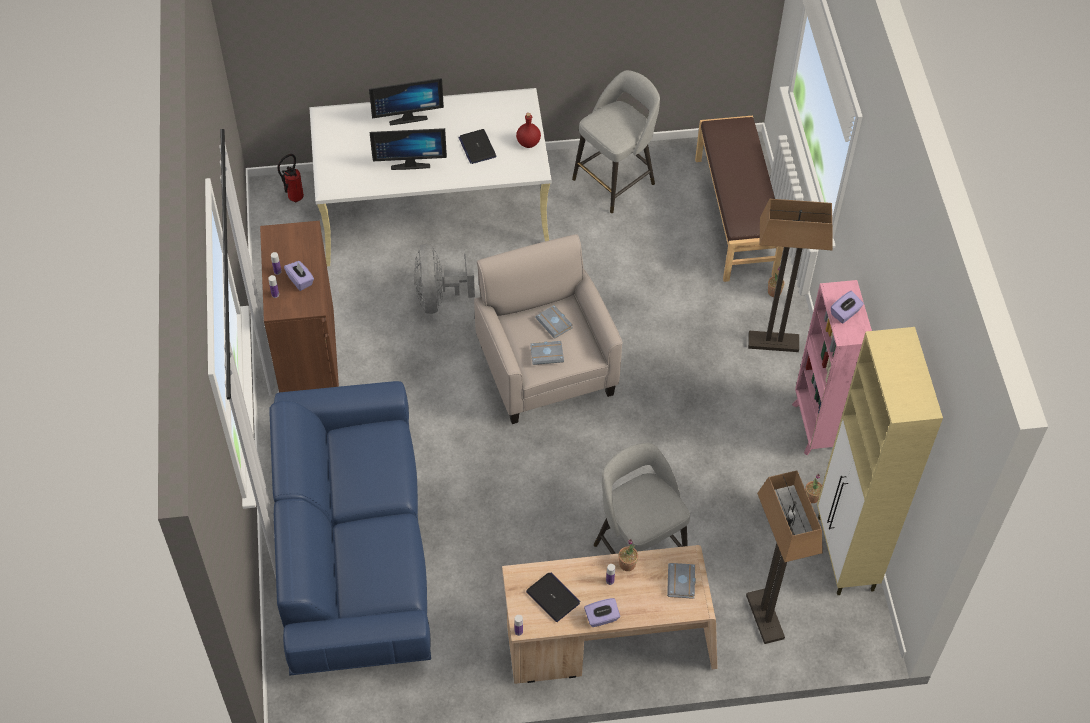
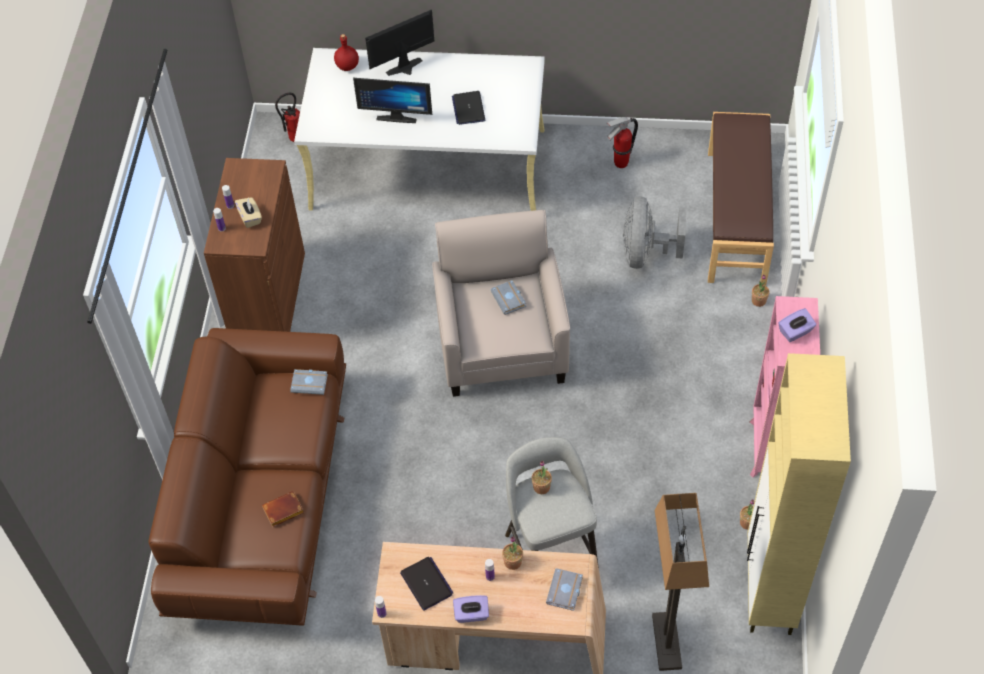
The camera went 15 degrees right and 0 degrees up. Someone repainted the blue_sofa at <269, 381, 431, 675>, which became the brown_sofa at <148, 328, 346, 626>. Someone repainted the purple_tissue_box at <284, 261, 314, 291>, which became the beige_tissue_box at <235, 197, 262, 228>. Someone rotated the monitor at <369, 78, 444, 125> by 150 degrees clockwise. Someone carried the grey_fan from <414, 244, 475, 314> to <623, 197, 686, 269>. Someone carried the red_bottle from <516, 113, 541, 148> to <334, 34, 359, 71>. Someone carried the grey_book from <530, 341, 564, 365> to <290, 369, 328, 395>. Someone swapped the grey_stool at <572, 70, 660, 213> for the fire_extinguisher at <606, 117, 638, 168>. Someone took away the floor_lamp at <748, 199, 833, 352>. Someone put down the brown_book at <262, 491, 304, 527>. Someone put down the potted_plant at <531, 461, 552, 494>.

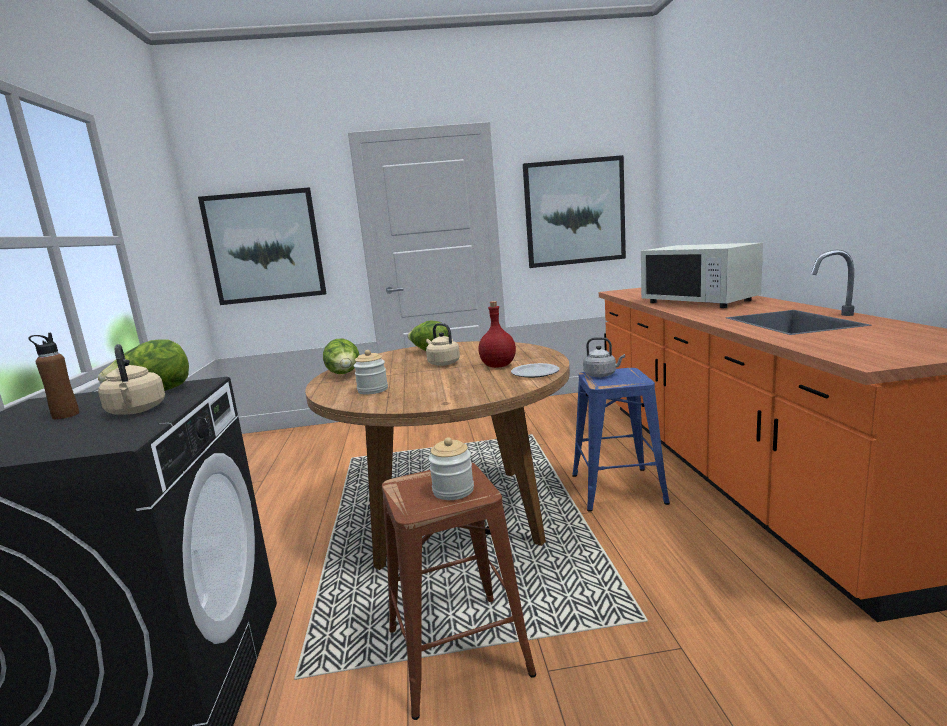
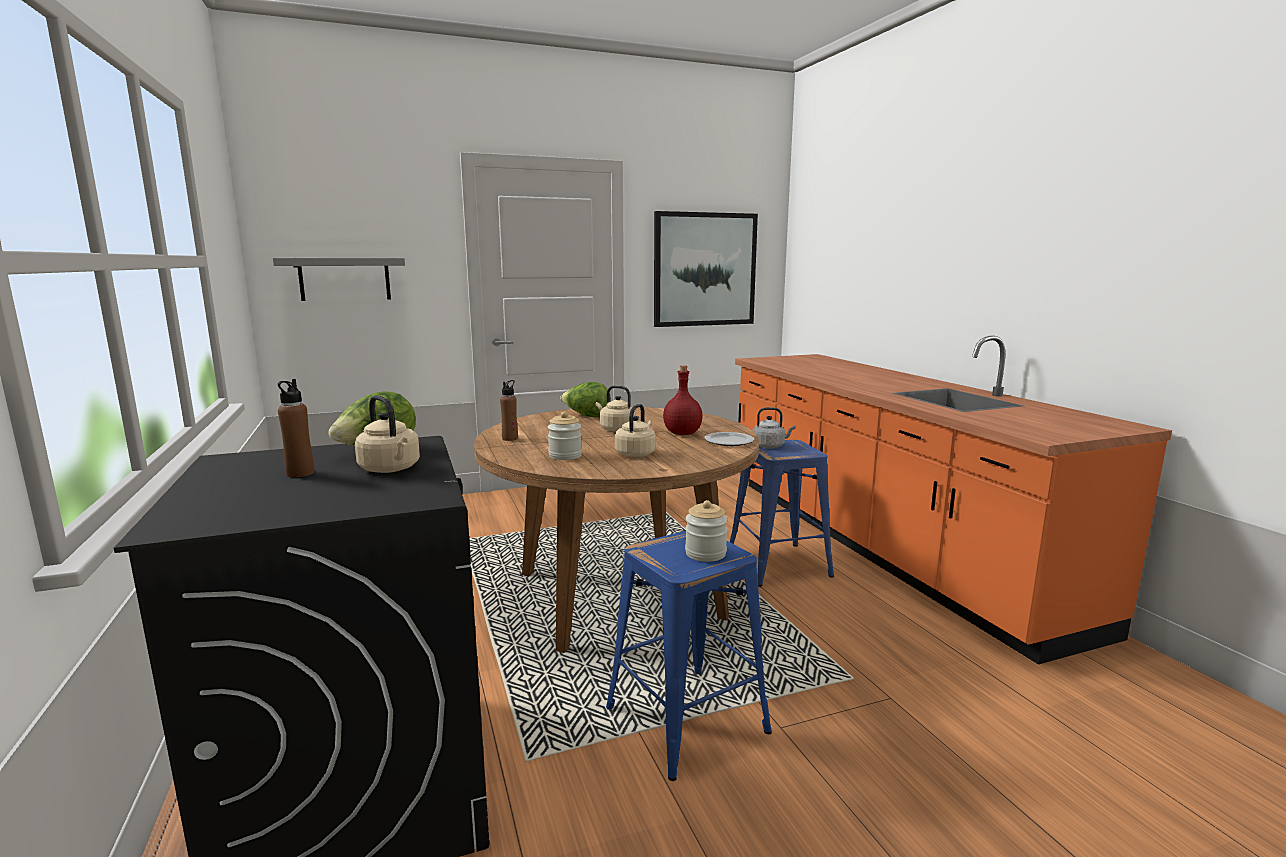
The camera went 15 degrees left and 0 degrees up. Someone swapped the picture at <198, 188, 327, 305> for the grey_shelf at <273, 258, 405, 301>. Someone swapped the lettuce at <323, 339, 359, 374> for the brown_bottle at <500, 380, 518, 441>. Someone repainted the brown_stool at <382, 463, 536, 720>, which became the blue_stool at <606, 531, 772, 781>. Someone took away the white_microwave at <641, 243, 763, 308>. Someone put down the beige_kettle at <615, 404, 656, 457>.

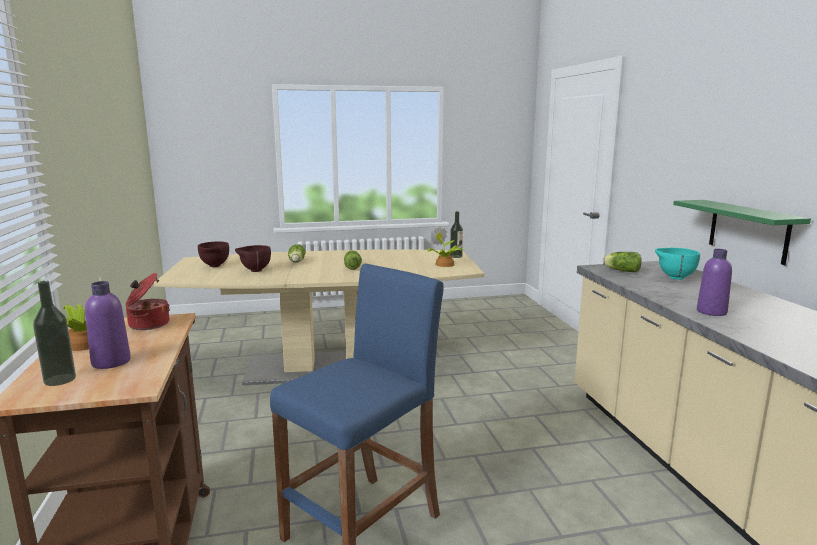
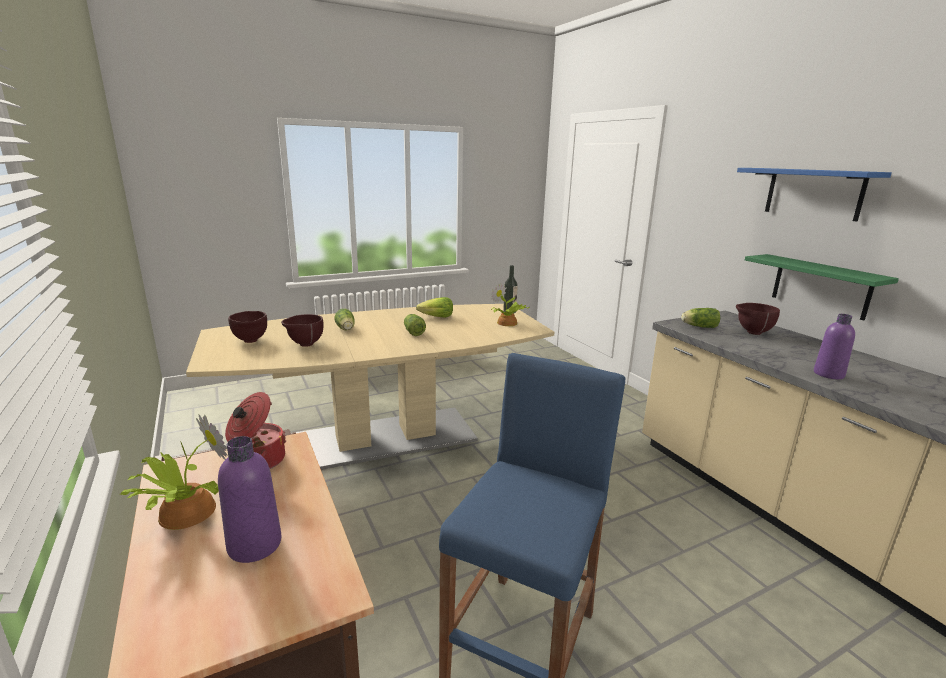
The camera went 15 degrees left and 5 degrees up. Someone took away the bottle at <33, 281, 76, 386>. Someone repainted the turquoise_bowl at <655, 248, 700, 280>, which became the brown_bowl at <736, 303, 780, 335>. Someone put down the lettuce at <416, 297, 453, 318>. Someone put up the blue_shelf at <737, 168, 892, 222>.

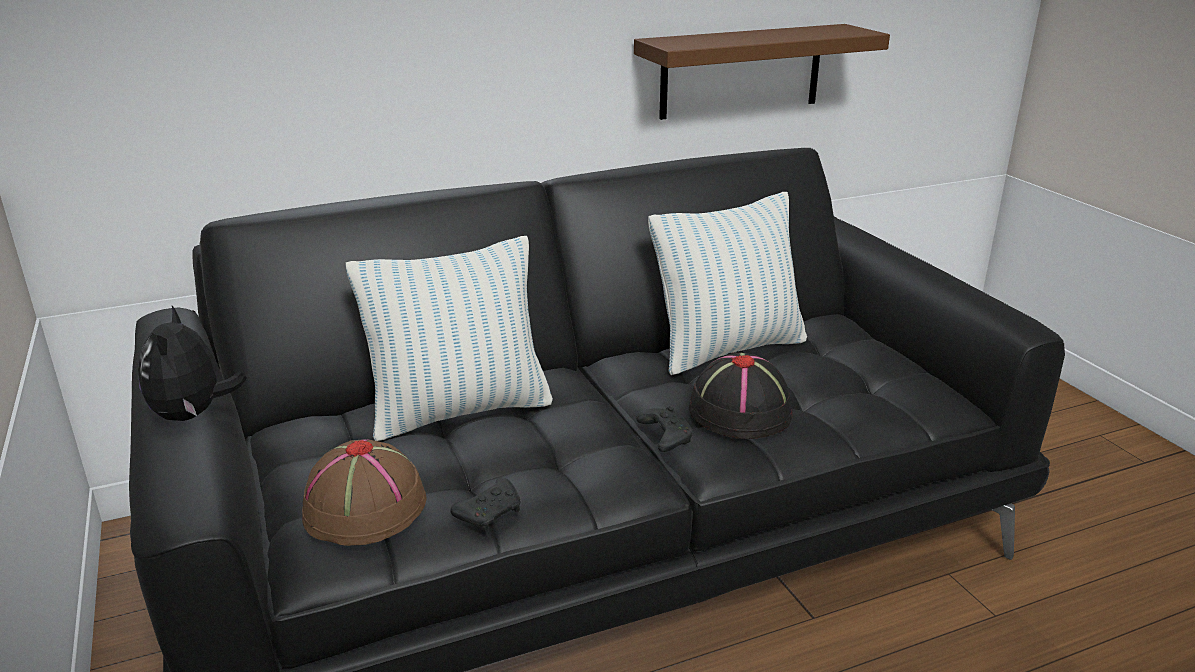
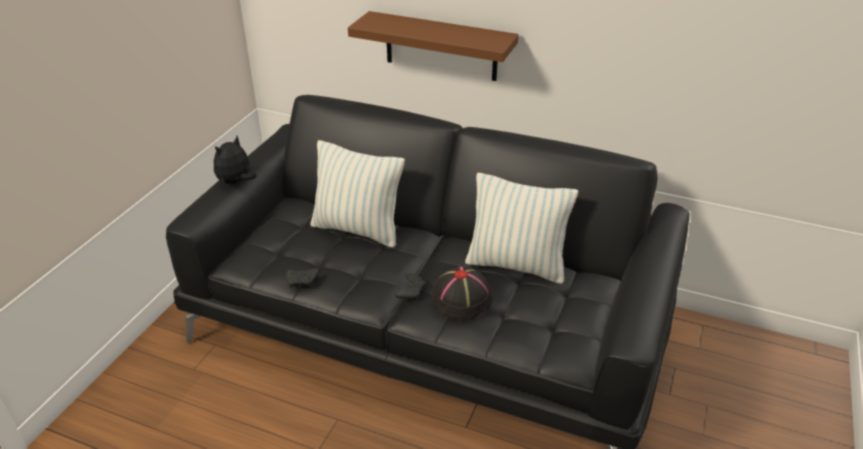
The camera went 45 degrees right and 10 degrees up. Someone took away the brown_hat at <302, 439, 426, 546>. Someone carried the brown_shelf from <634, 24, 890, 120> to <348, 11, 519, 81>.

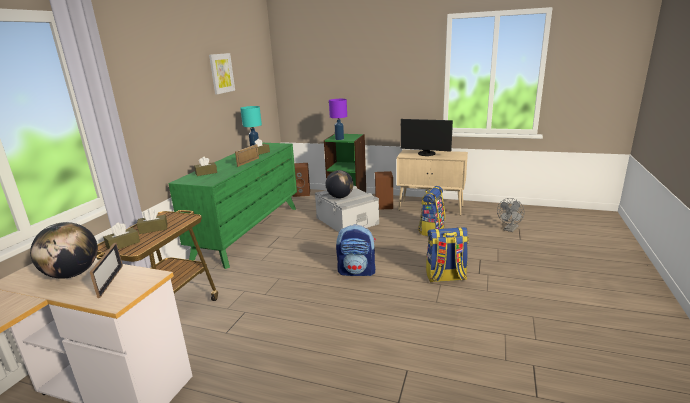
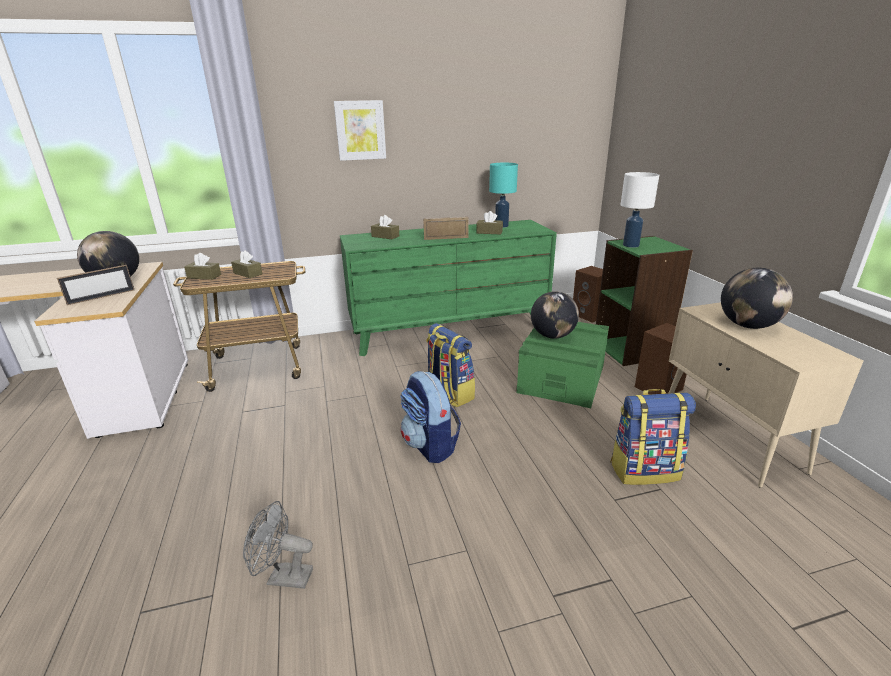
The camera went 55 degrees right and 5 degrees up. Someone carried the picture from <209, 53, 235, 94> to <334, 100, 386, 161>. Someone repainted the grey_storage_box at <315, 186, 379, 232>, which became the green_storage_box at <516, 322, 609, 408>. Someone repainted the purple_table_lamp at <329, 99, 347, 140>, which became the white_table_lamp at <621, 172, 659, 248>. Someone swapped the monitor at <401, 119, 453, 156> for the globe at <721, 268, 793, 329>. Someone carried the backpack from <426, 227, 469, 282> to <426, 323, 475, 407>. Someone carried the grey_fan from <497, 198, 524, 232> to <243, 501, 313, 589>.

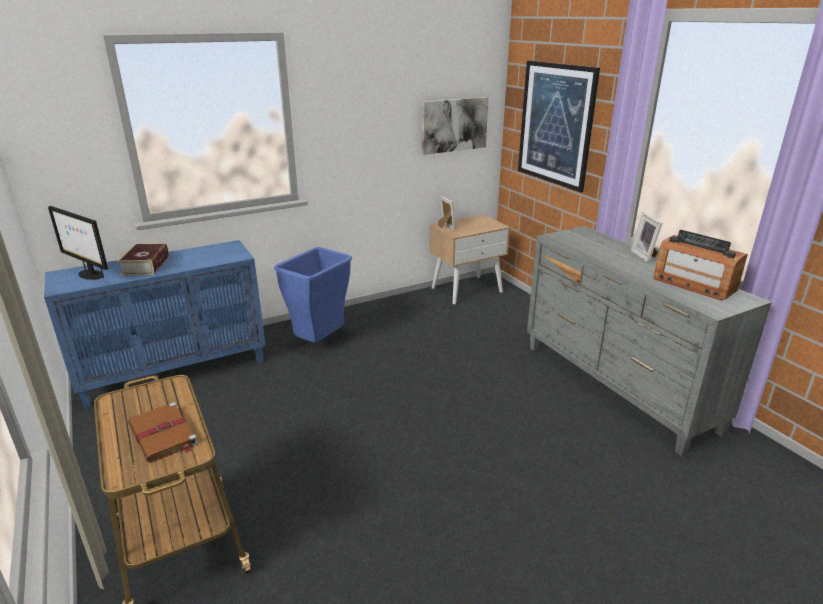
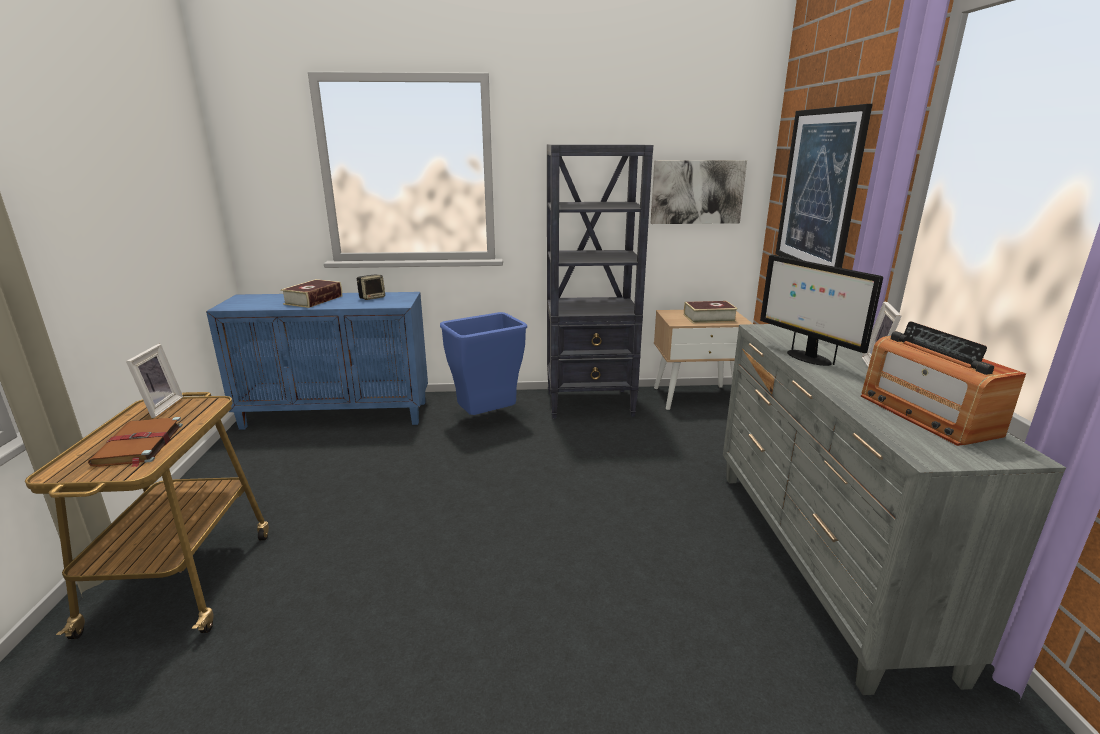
The camera went 25 degrees right and 5 degrees down. Someone carried the monitor from <48, 206, 108, 280> to <760, 255, 883, 366>. Someone carried the picture_frame from <438, 196, 456, 230> to <126, 344, 183, 418>. Someone put down the speaker at <357, 274, 385, 300>. Someone put down the black_bookcase at <547, 144, 653, 419>. Someone put down the book at <684, 301, 738, 323>.

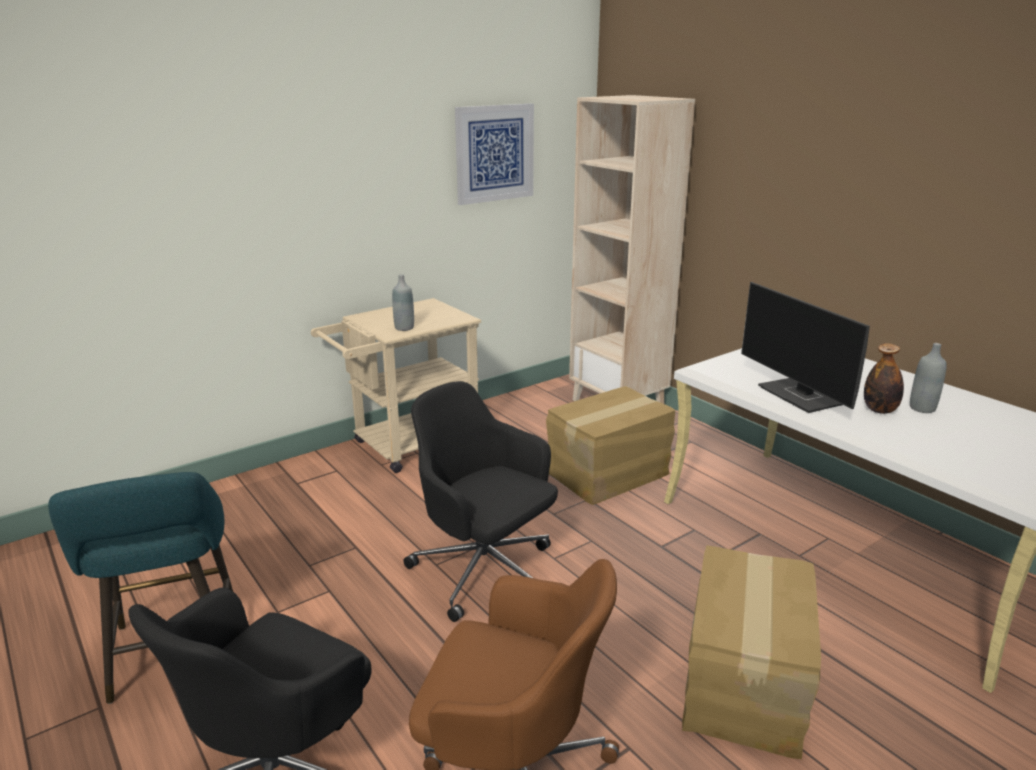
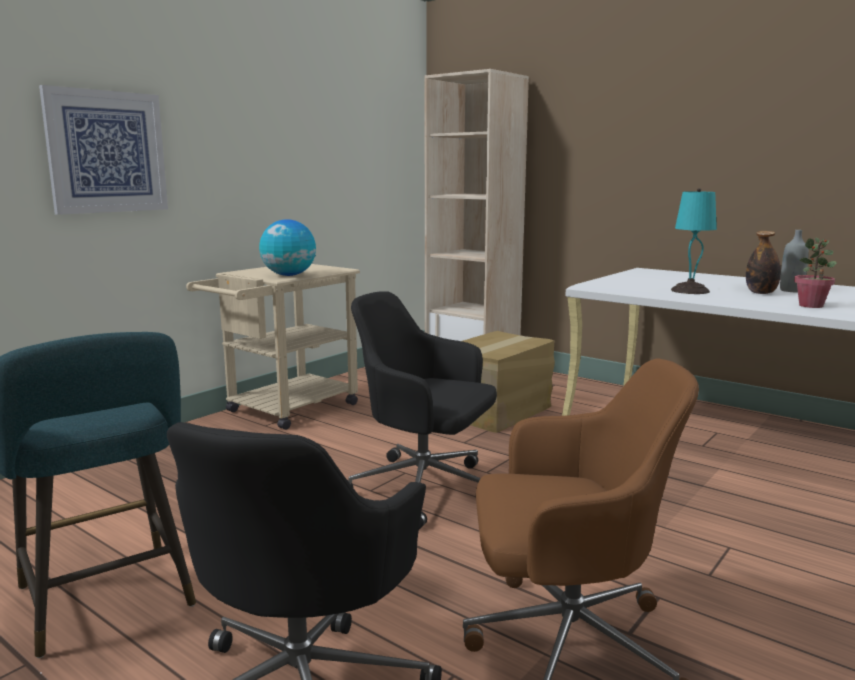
The camera went 15 degrees left and 10 degrees down. Someone swapped the grey_bottle at <392, 274, 414, 331> for the globe at <259, 219, 316, 276>. Someone carried the picture from <455, 104, 534, 205> to <39, 85, 168, 215>. Someone took away the cardboard_box at <682, 545, 821, 759>. Someone swapped the monitor at <741, 282, 870, 413> for the turquoise_table_lamp at <671, 188, 717, 294>. Someone put down the potted_plant at <794, 237, 837, 308>.

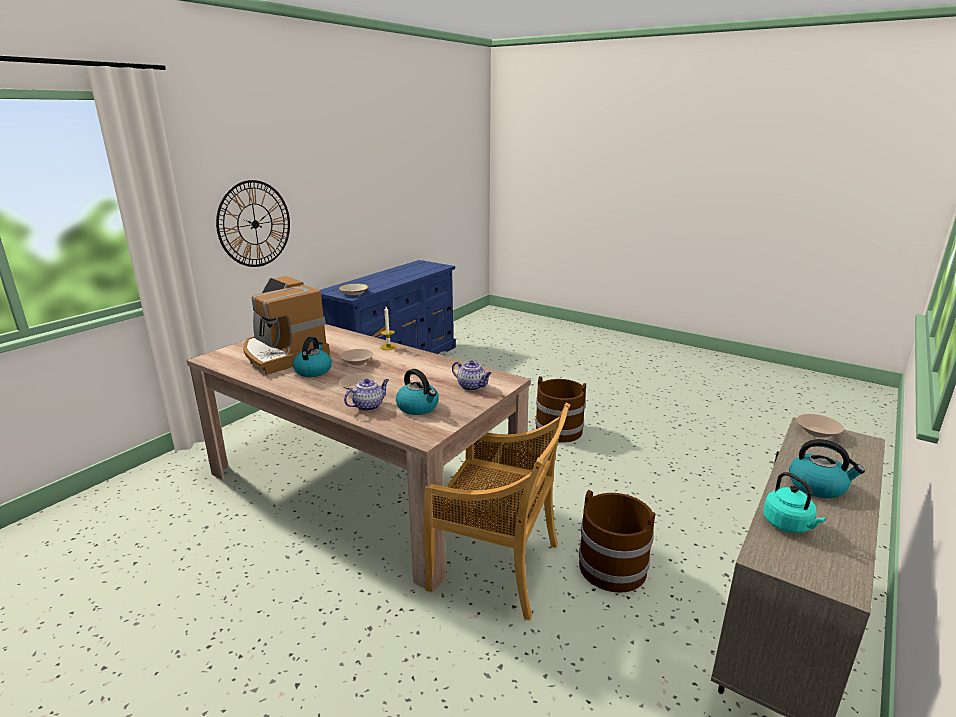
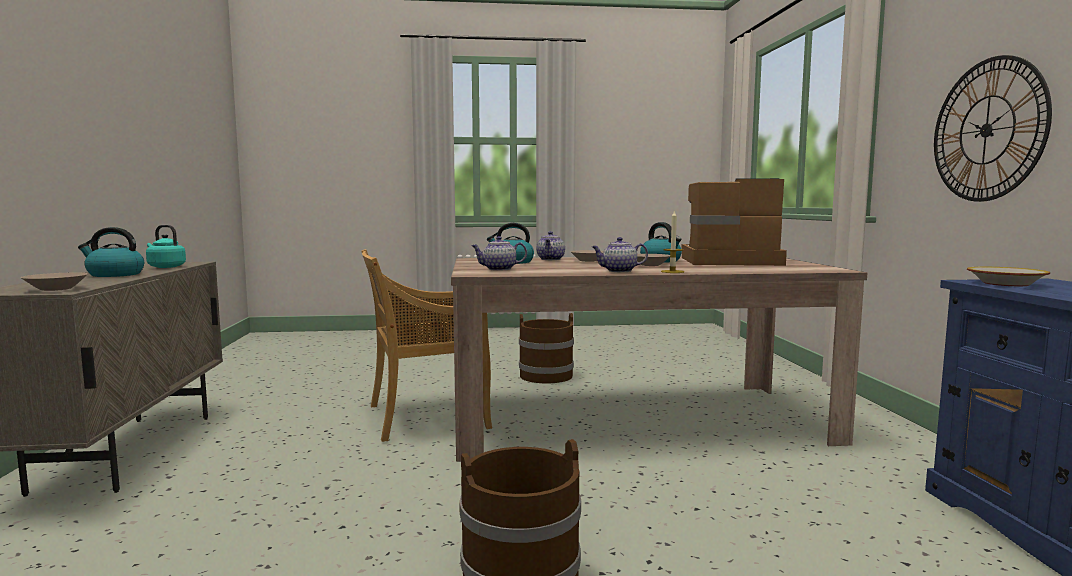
The camera went 140 degrees right and 15 degrees down. Someone carried the brown_bucket from <579, 490, 655, 593> to <519, 313, 574, 383>. Someone put down the teapot at <592, 237, 648, 272>.

